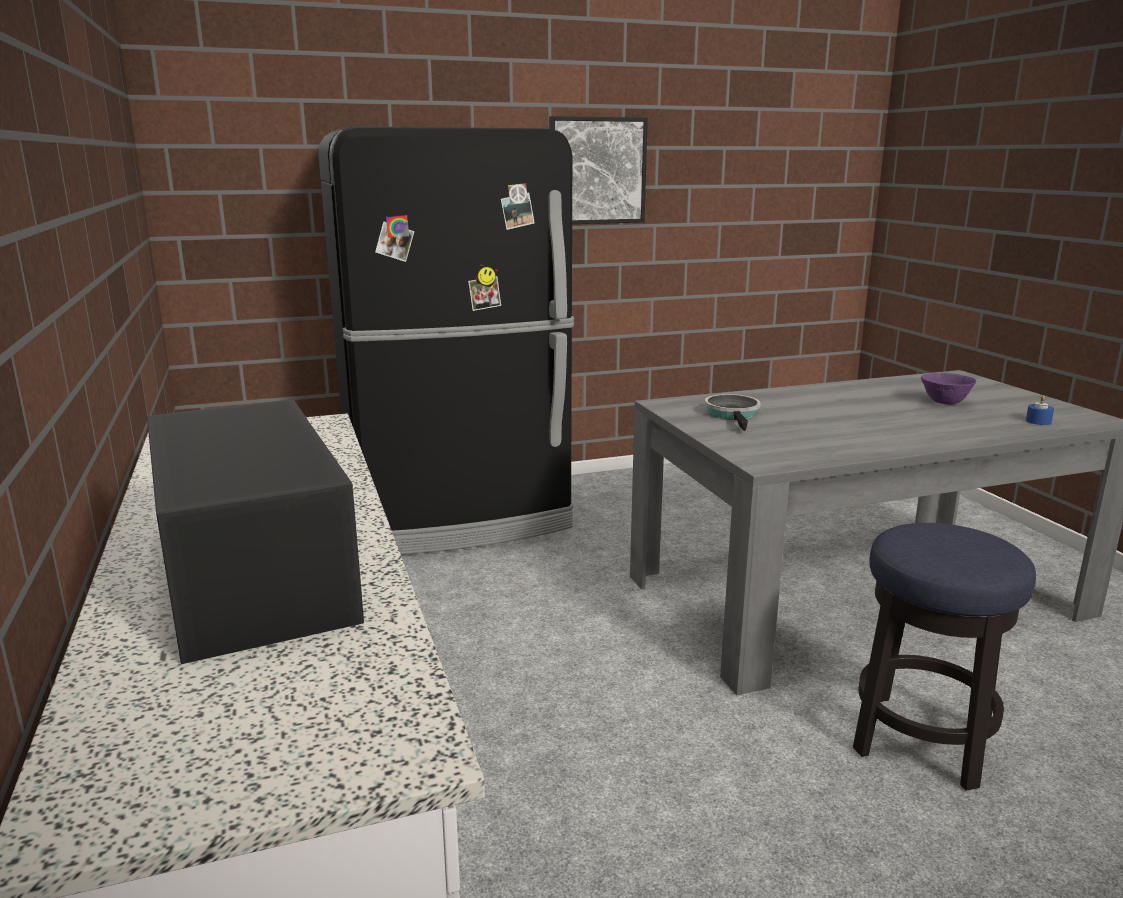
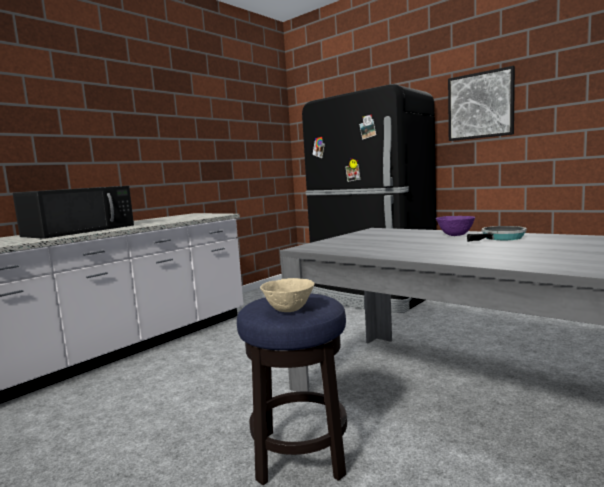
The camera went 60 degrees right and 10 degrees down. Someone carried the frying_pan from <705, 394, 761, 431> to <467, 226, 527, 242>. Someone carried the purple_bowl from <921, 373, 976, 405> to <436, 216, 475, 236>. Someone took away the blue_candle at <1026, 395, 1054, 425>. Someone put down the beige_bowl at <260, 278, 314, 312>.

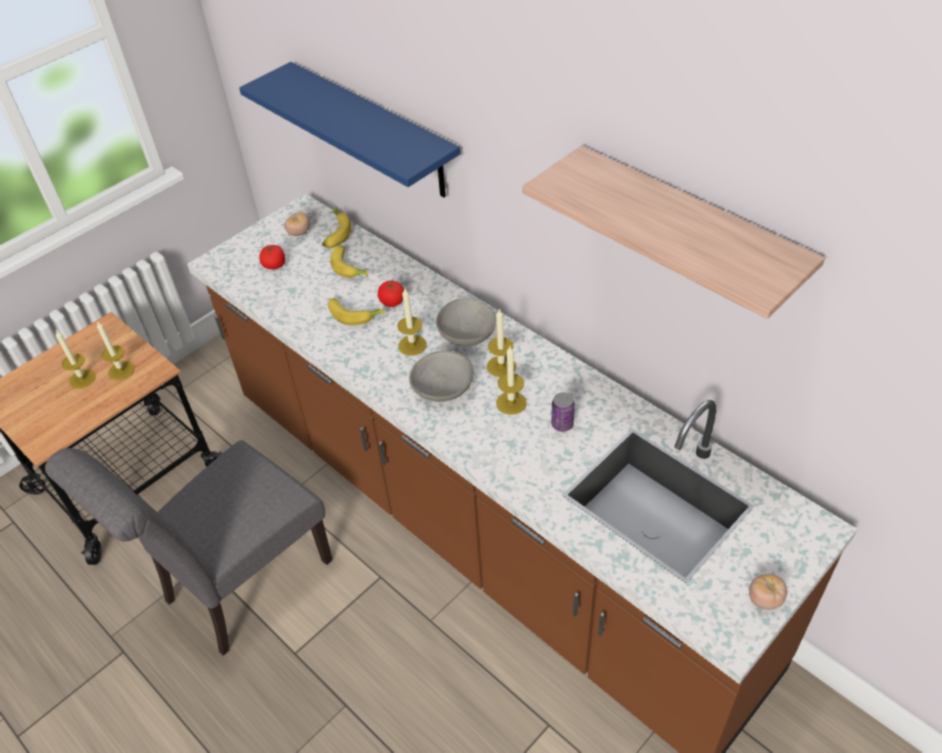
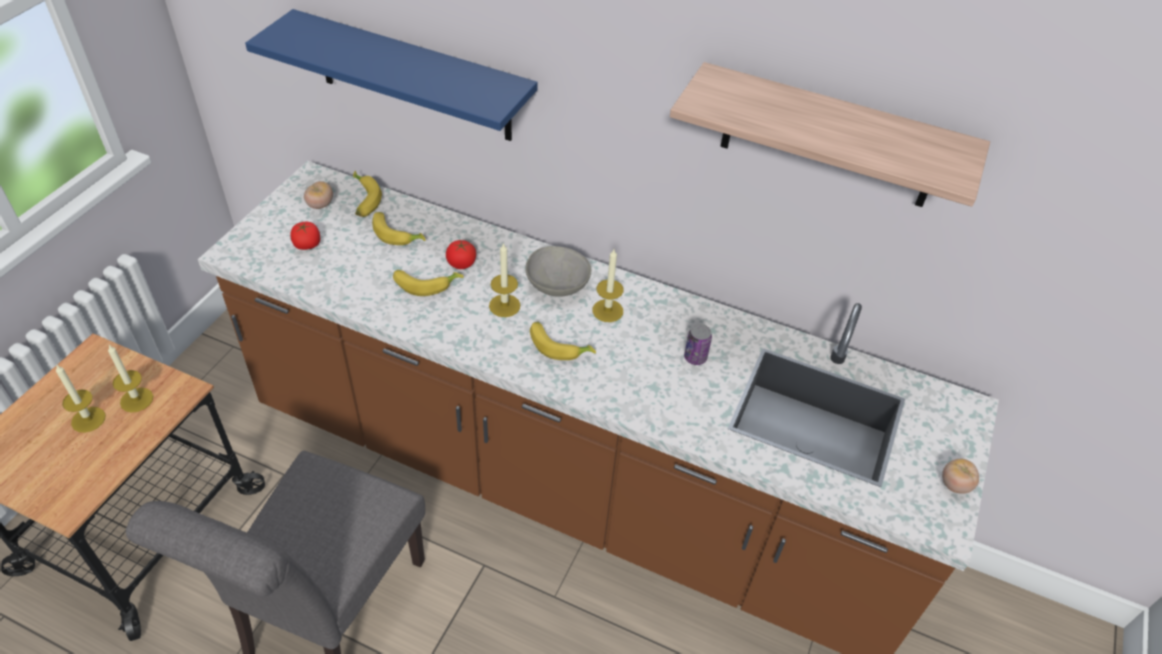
The camera went 25 degrees left and 0 degrees up. Someone swapped the grey_bowl at <409, 351, 474, 402> for the banana at <530, 322, 596, 360>. Someone took away the candle at <496, 346, 527, 415>.

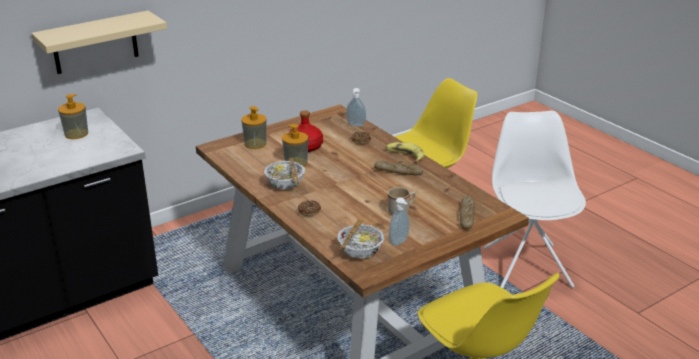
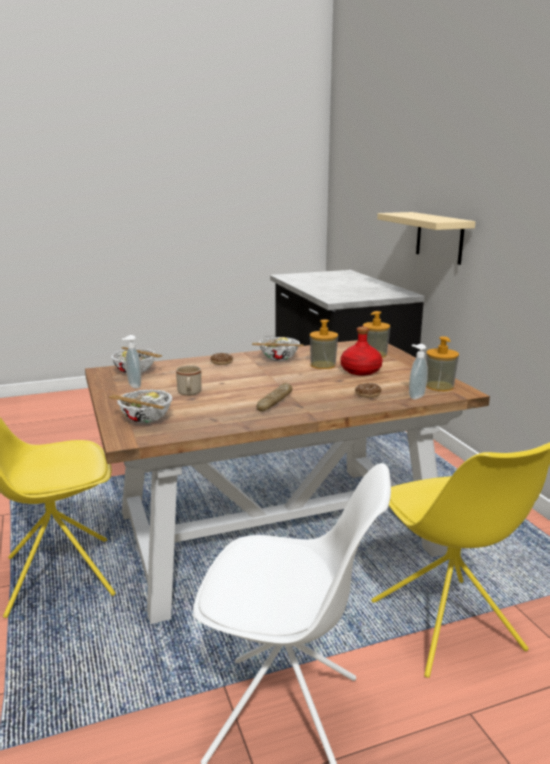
The camera went 105 degrees right and 10 degrees down. Someone carried the soap_dispenser from <58, 94, 88, 139> to <426, 336, 459, 391>. Someone took away the banana at <386, 142, 424, 162>. Someone swapped the bread at <460, 196, 474, 230> for the bowl at <109, 389, 172, 423>.

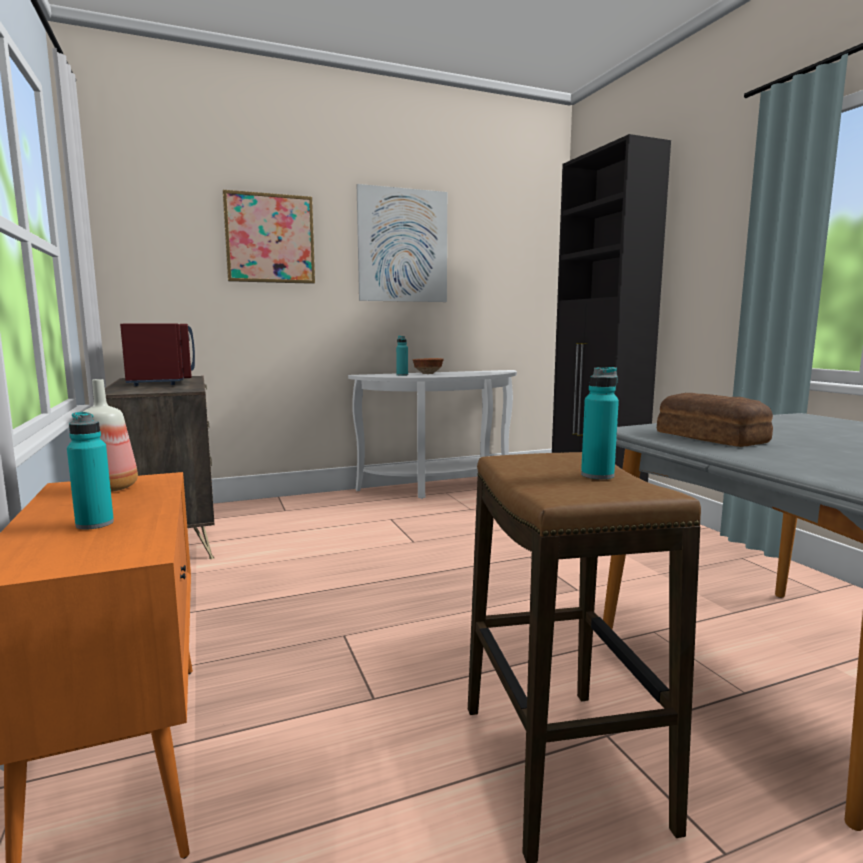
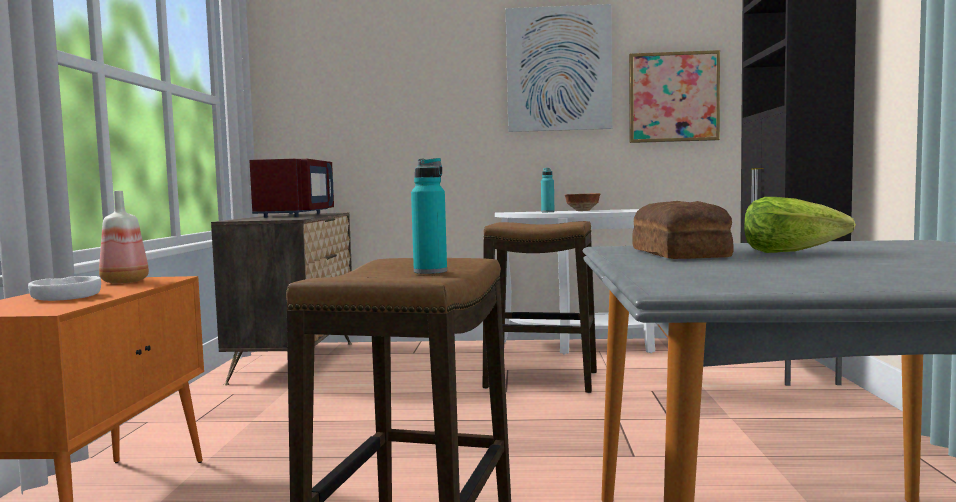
The camera went 25 degrees right and 5 degrees down. Someone swapped the turquoise_bottle at <67, 412, 114, 530> for the white_bowl at <28, 276, 101, 301>. Someone carried the picture from <223, 190, 315, 284> to <629, 50, 720, 143>. Someone put down the stool at <483, 221, 597, 393>. Someone put down the lettuce at <744, 197, 856, 253>.

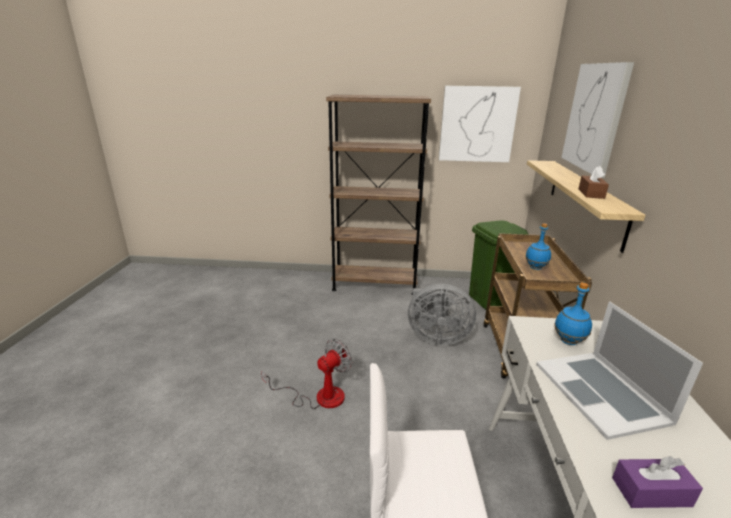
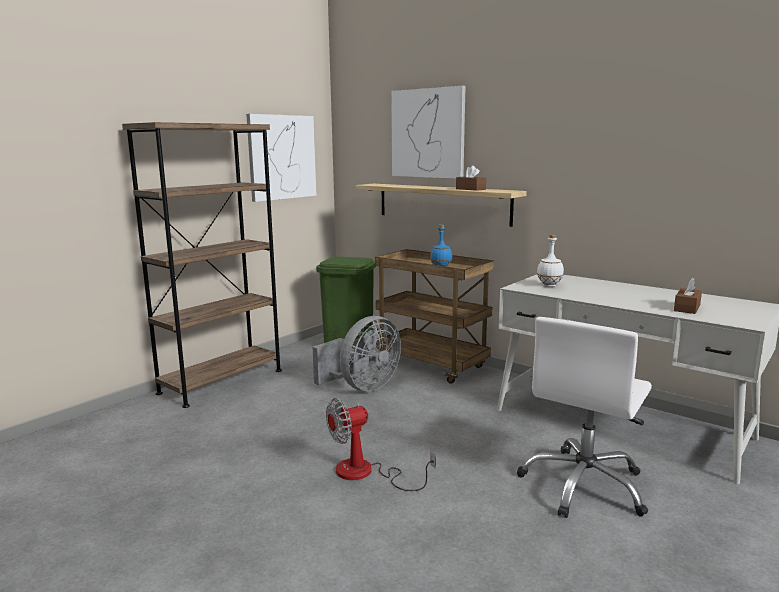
The camera went 55 degrees left and 10 degrees down. Someone rotated the fan at <261, 339, 352, 409> by 105 degrees counterclockwise. Someone took away the laptop at <536, 301, 703, 440>. Someone repainted the blue_bottle at <555, 282, 592, 345>, which became the white_bottle at <537, 235, 564, 287>. Someone repainted the purple_tissue_box at <612, 456, 703, 508>, which became the brown_tissue_box at <674, 278, 702, 314>.

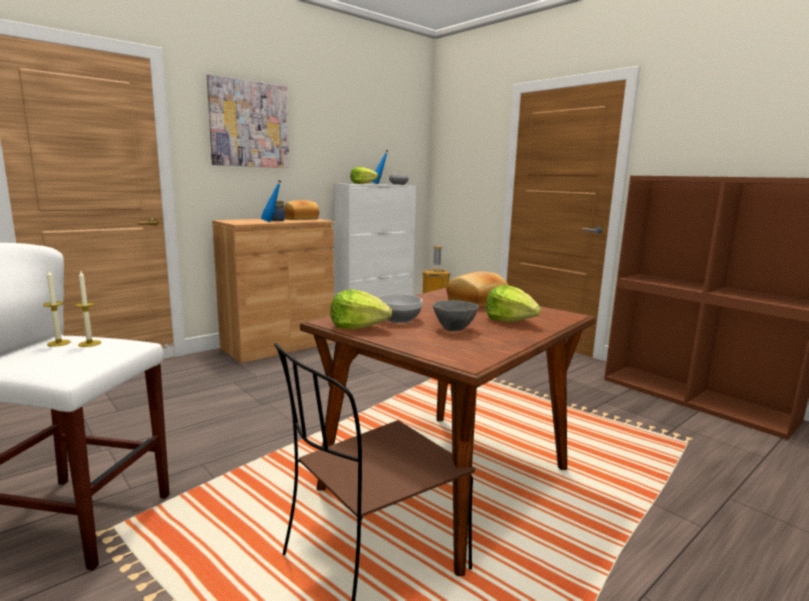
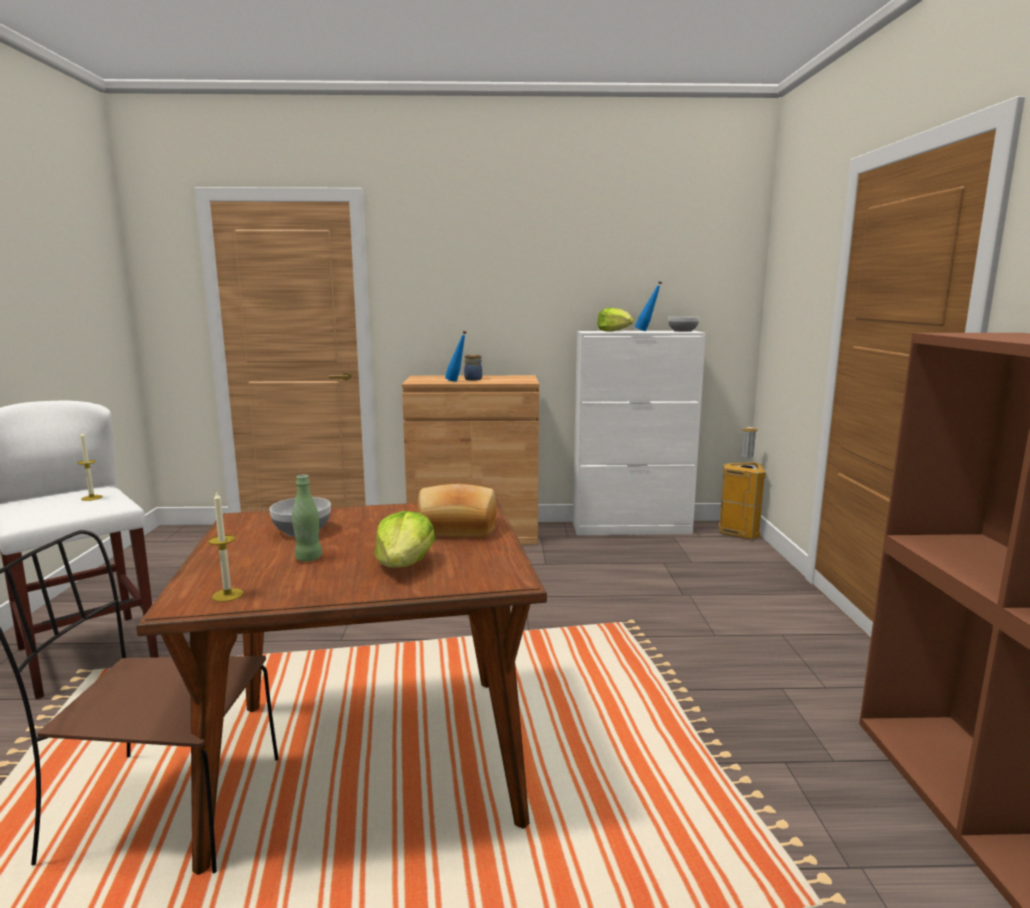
The camera went 40 degrees right and 0 degrees up. Someone carried the candle from <43, 271, 71, 347> to <208, 490, 243, 602>. Someone took away the picture at <207, 74, 289, 168>. Someone took away the bread at <284, 200, 319, 220>. Someone took away the lettuce at <330, 290, 392, 329>. Someone swapped the grey_bowl at <433, 300, 479, 331> for the green_bottle at <292, 475, 322, 562>.

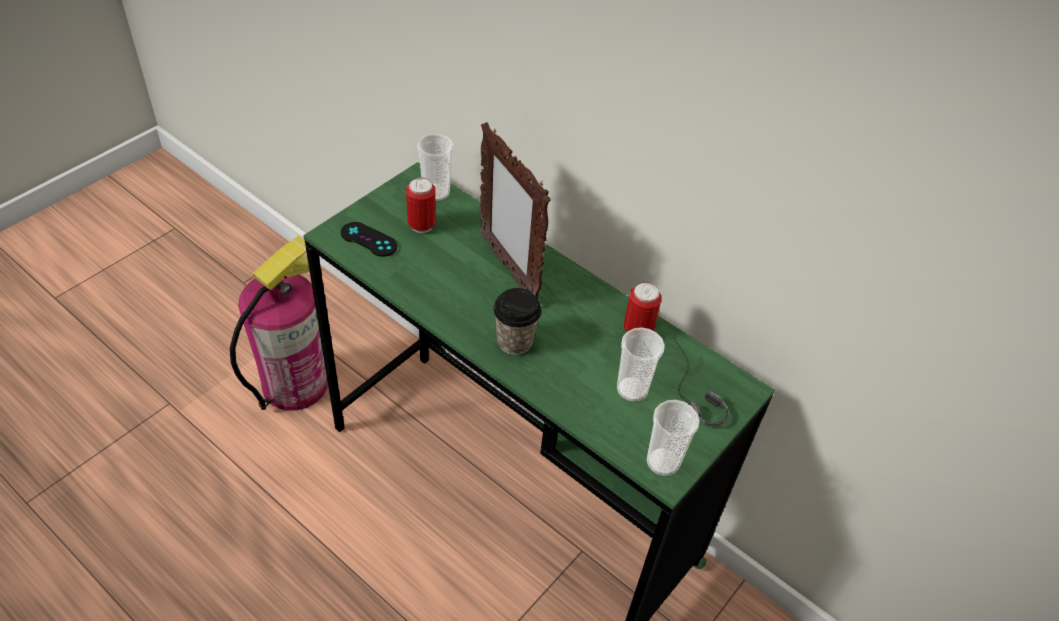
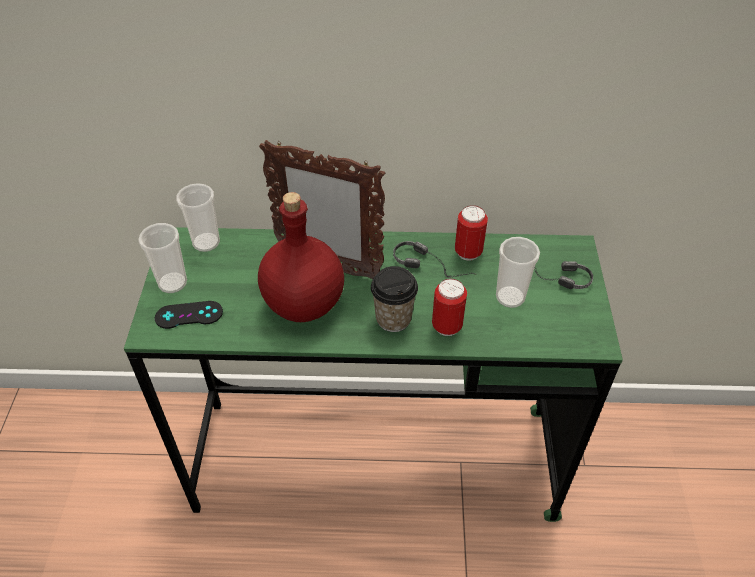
The camera went 35 degrees left and 0 degrees up. Someone took away the fire_extinguisher at <230, 236, 328, 411>. Someone carried the can from <406, 177, 436, 233> to <432, 279, 467, 336>. Someone carried the cup from <647, 400, 700, 476> to <138, 223, 187, 293>. Someone put down the red_bottle at <258, 192, 344, 322>. Someone put down the headphones at <393, 241, 475, 277>.

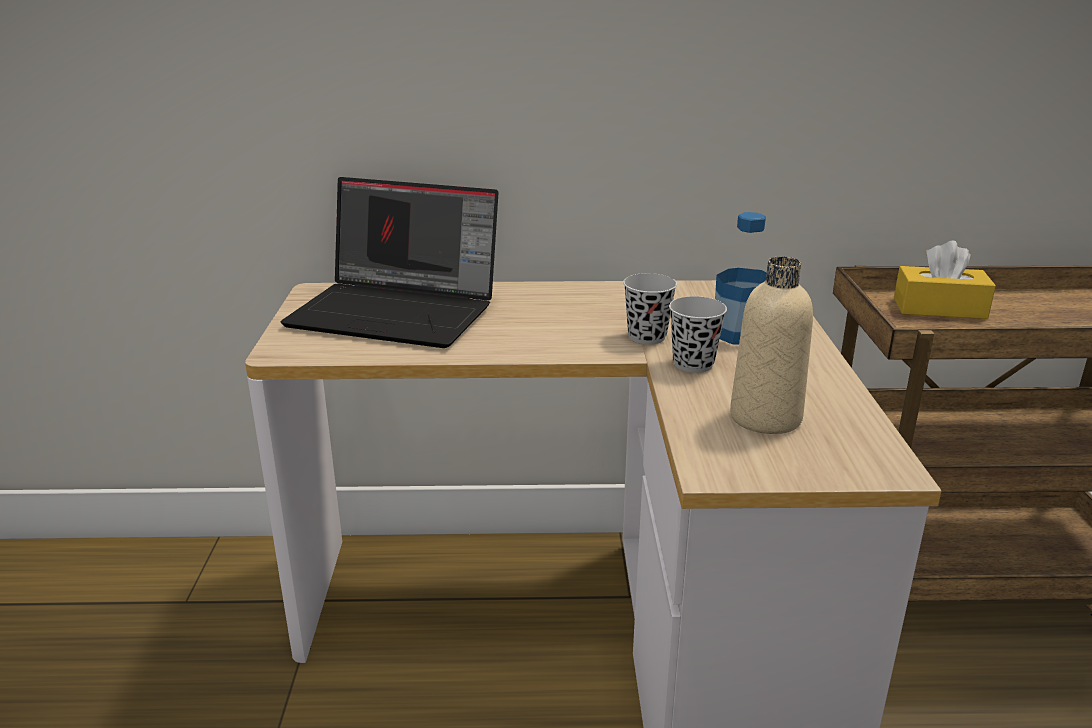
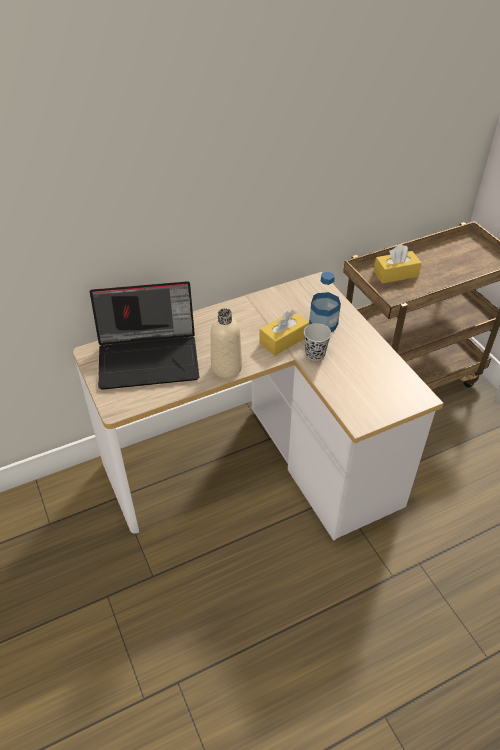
The camera went 25 degrees left and 20 degrees up. Someone swapped the black_cup at <623, 273, 677, 345> for the yellow_tissue_box at <259, 310, 309, 356>. Someone carried the beige_bottle from <730, 256, 813, 434> to <211, 308, 242, 378>.

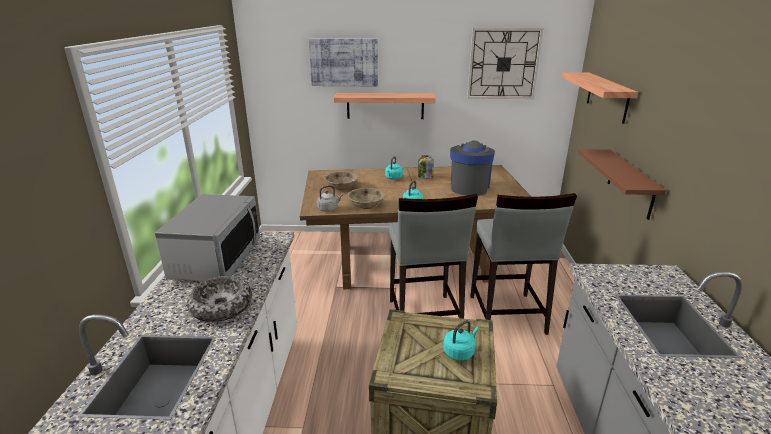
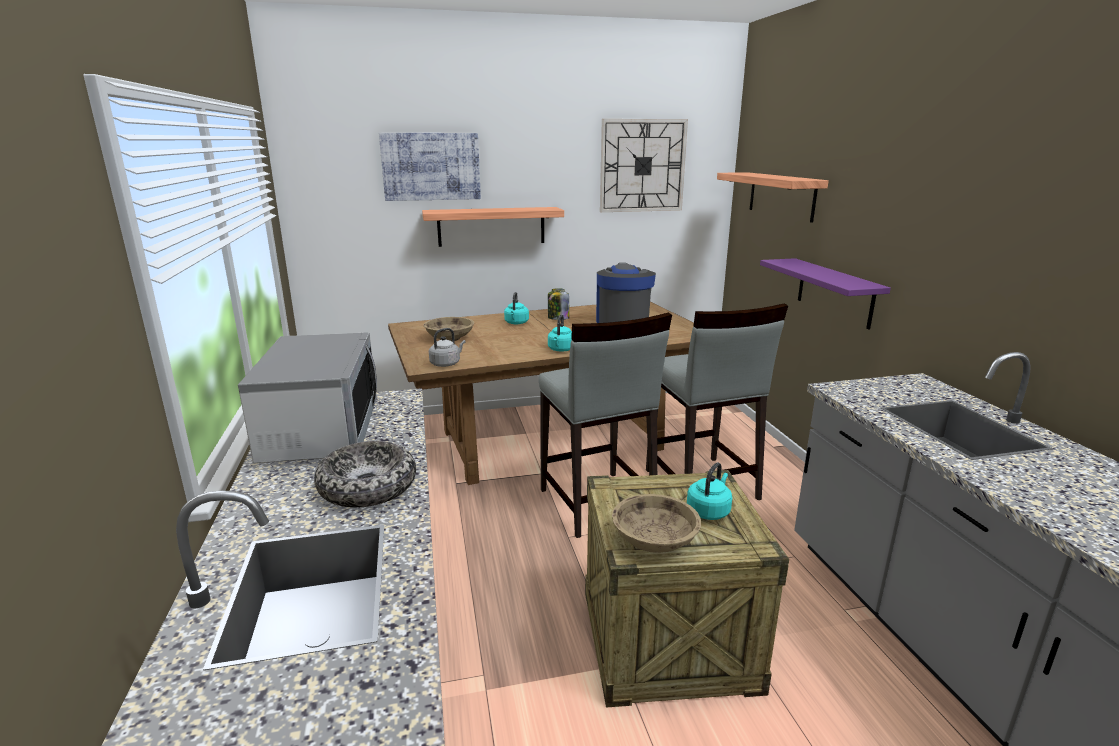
The camera went 15 degrees left and 5 degrees down. Someone carried the beige_bowl from <347, 188, 385, 209> to <612, 494, 701, 553>. Someone repainted the brown_shelf at <578, 149, 666, 220>, which became the purple_shelf at <760, 258, 891, 329>.

